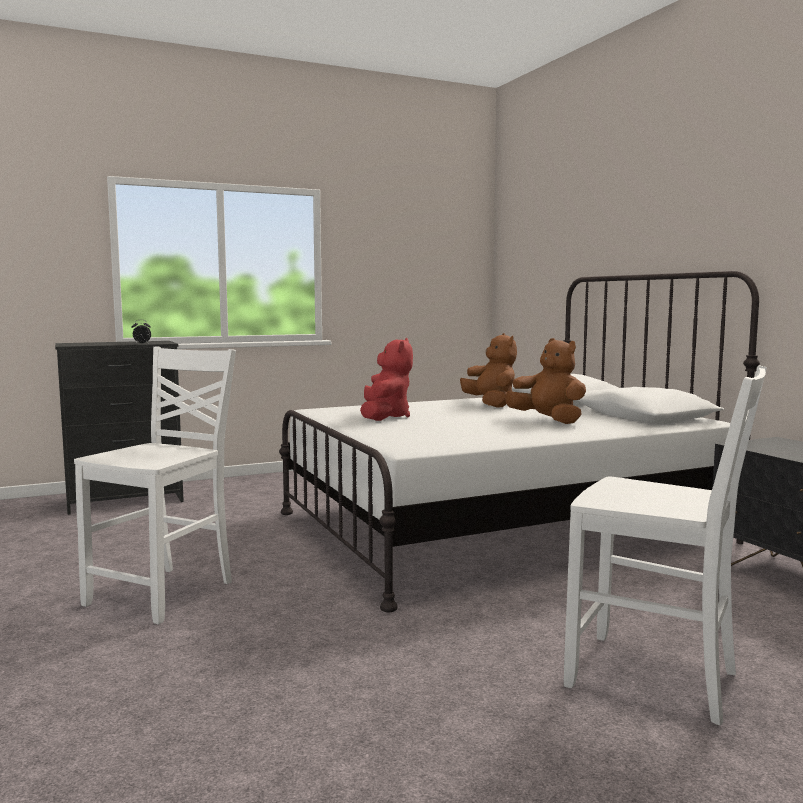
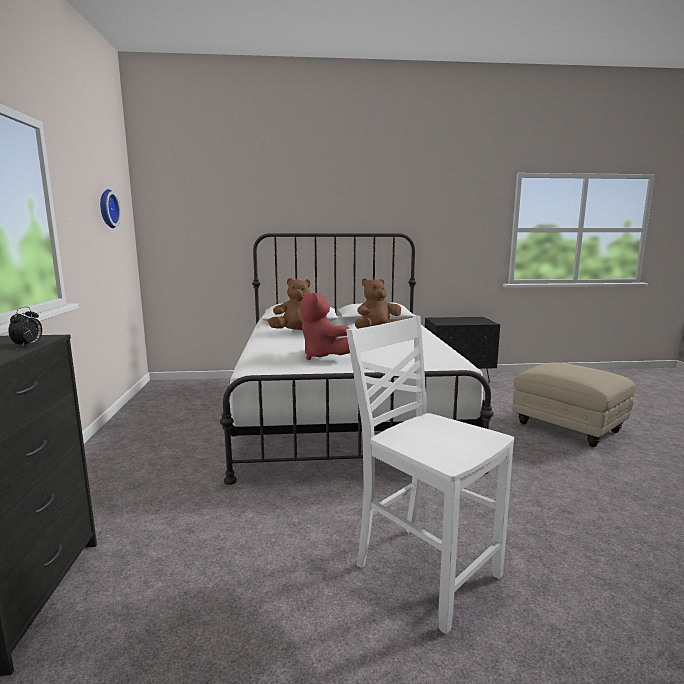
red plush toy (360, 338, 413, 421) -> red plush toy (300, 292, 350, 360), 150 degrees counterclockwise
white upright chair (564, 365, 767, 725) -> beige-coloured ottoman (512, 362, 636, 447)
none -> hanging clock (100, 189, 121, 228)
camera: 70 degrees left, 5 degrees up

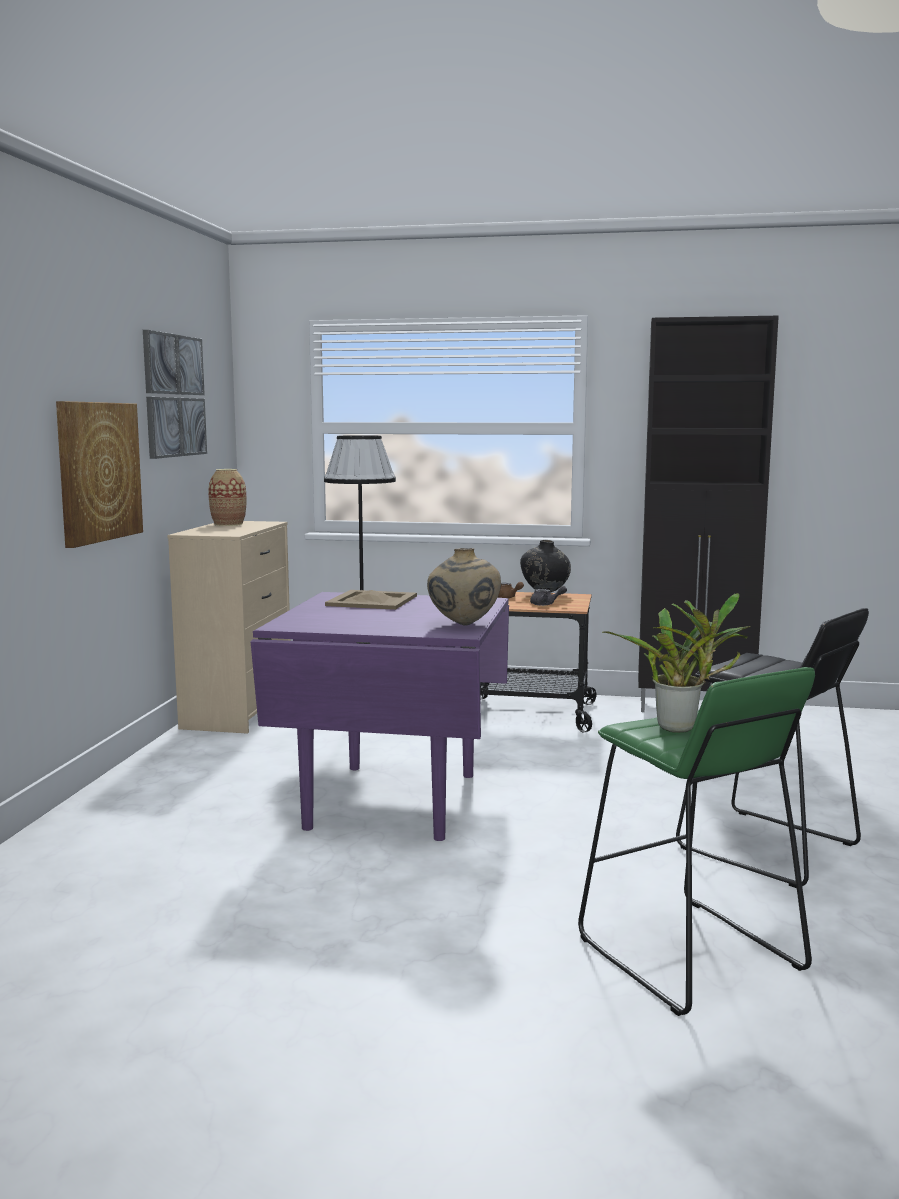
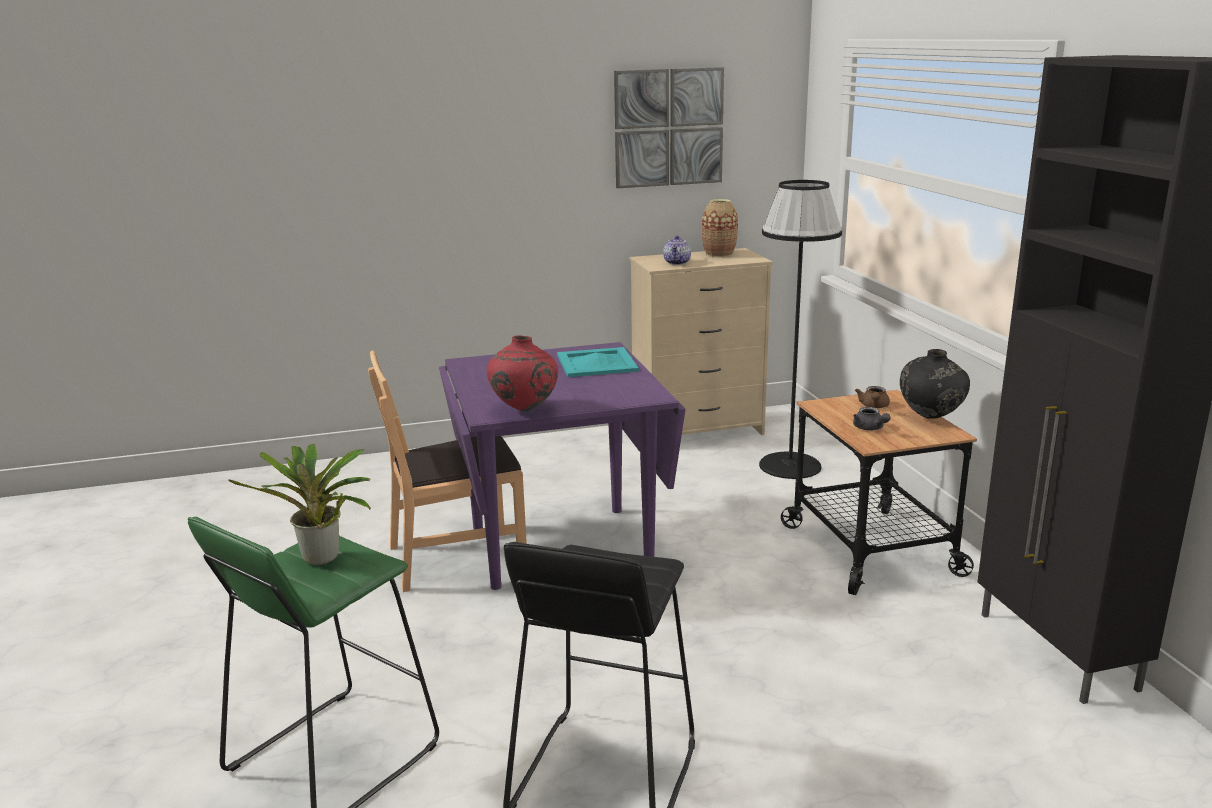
wall art (56, 401, 143, 548) -> none
beige-coloured flower vase (427, 548, 501, 626) -> red flower vase (487, 336, 558, 411)
beige-coloured carrying tray (325, 590, 417, 610) -> turquoise carrying tray (557, 347, 639, 377)
none -> teapot (663, 236, 691, 265)
none -> brown upright chair (368, 350, 527, 592)
camera: 65 degrees right, 10 degrees up

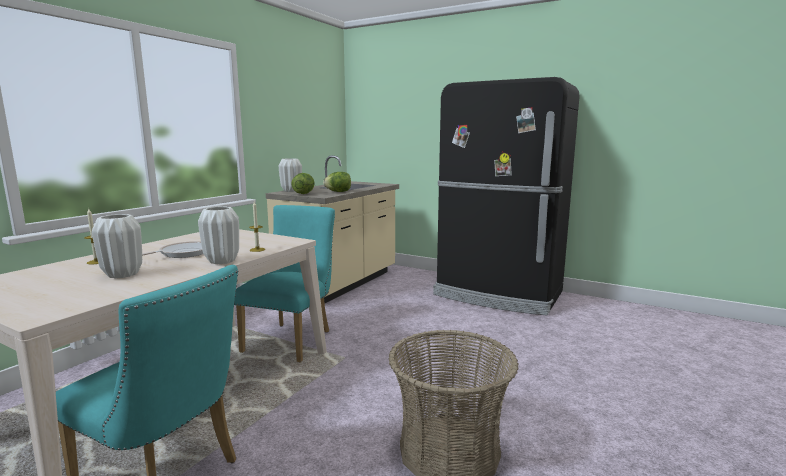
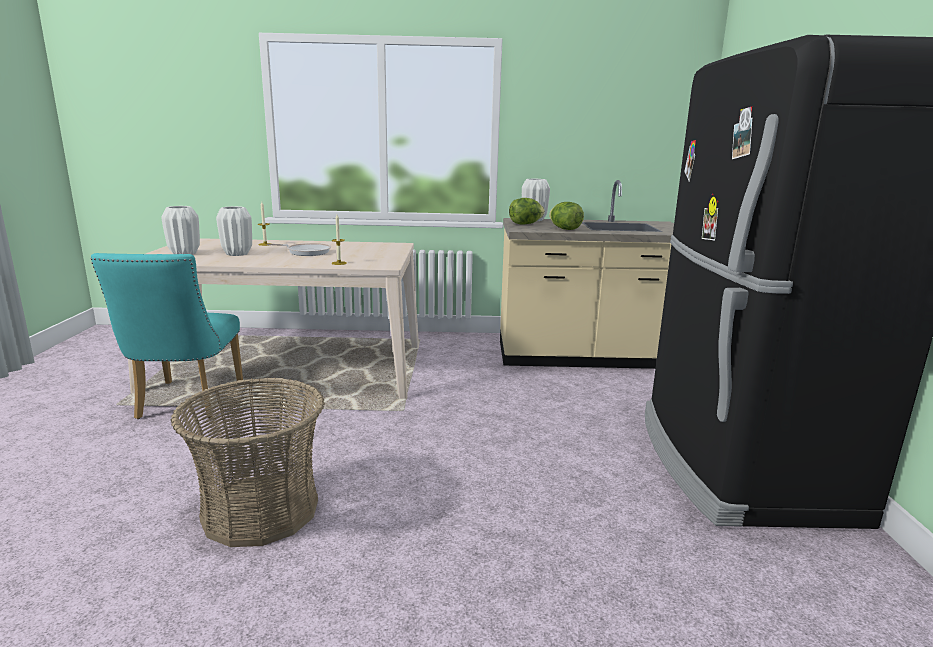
turquoise upright chair (234, 205, 335, 362) -> none
white flower vase (198, 206, 239, 264) -> white flower vase (161, 206, 200, 255), moved
camera: 60 degrees right, 5 degrees up

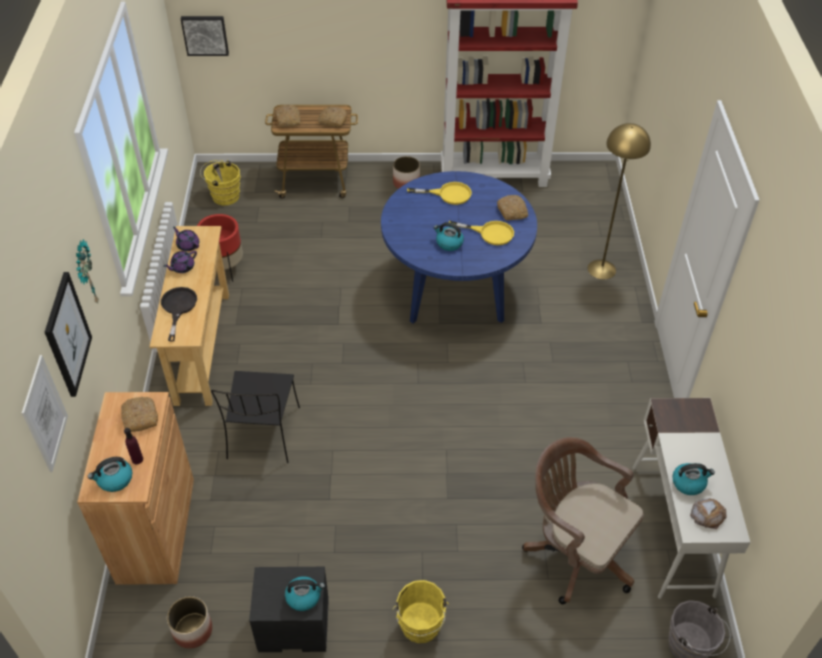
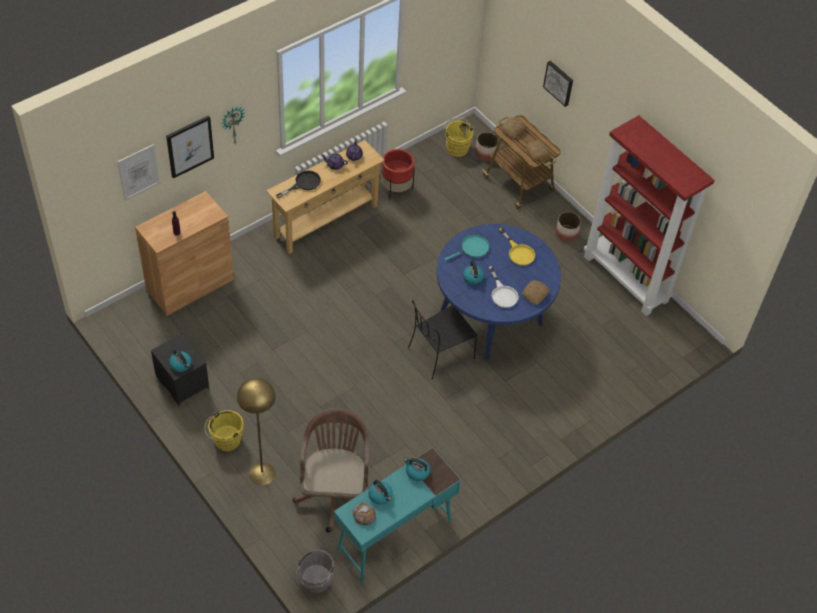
wall art (181, 16, 229, 56) -> wall art (543, 61, 573, 107), moved
yellow-coloured standing lamp (588, 123, 651, 279) -> yellow-coloured standing lamp (237, 378, 276, 485), moved
yellow-coloured skillet (449, 221, 514, 245) -> white skillet (488, 266, 519, 308)
black-coloured upright chair (211, 371, 300, 463) -> black-coloured upright chair (408, 300, 477, 379), moved
baked bread (121, 397, 158, 432) -> none
white desk table (632, 398, 750, 599) -> turquoise desk table (334, 448, 461, 582)
water kettle (88, 457, 132, 492) -> water kettle (404, 458, 430, 481), moved
flower pot (167, 596, 212, 649) -> flower pot (475, 132, 499, 161), moved
none -> turquoise skillet (444, 234, 490, 261)
camera: 50 degrees right, 5 degrees up

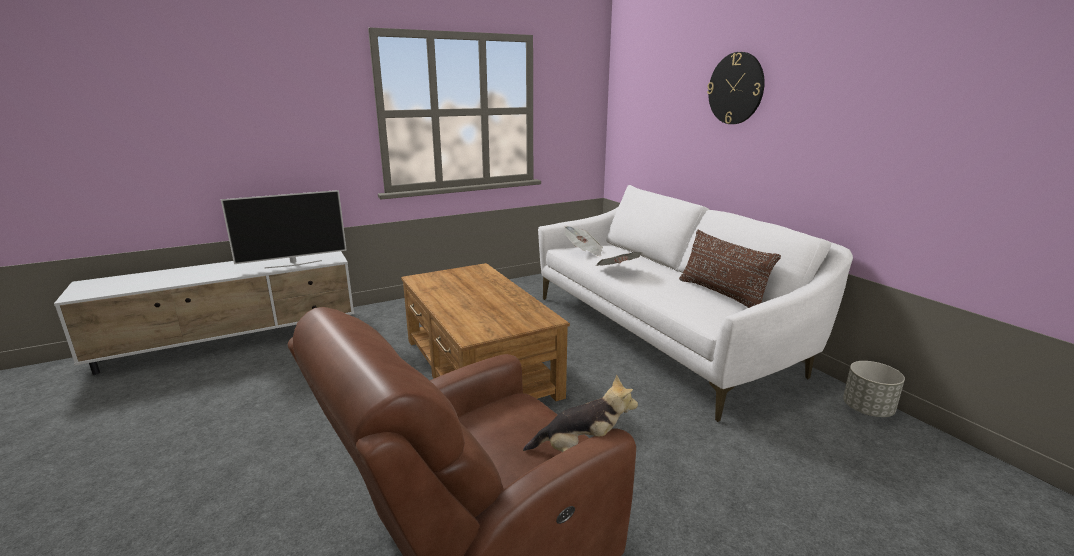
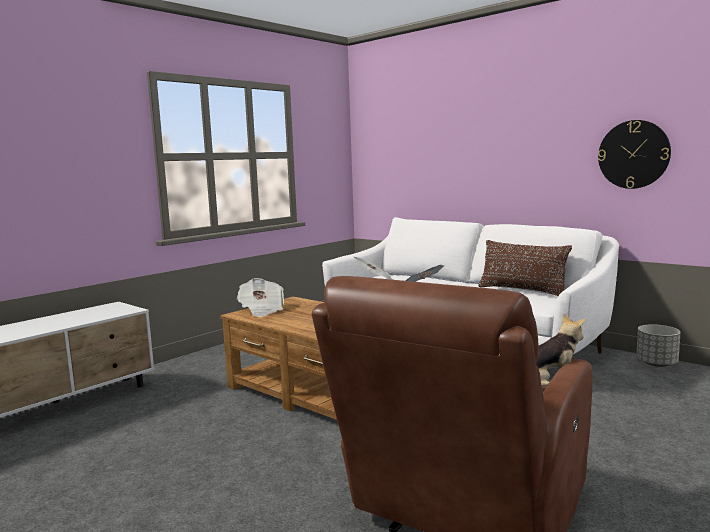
hanging clock (707, 52, 765, 124) -> hanging clock (598, 120, 671, 189), moved
television (221, 190, 347, 268) -> none
none -> daily paper (237, 278, 284, 317)
camera: 20 degrees left, 10 degrees down

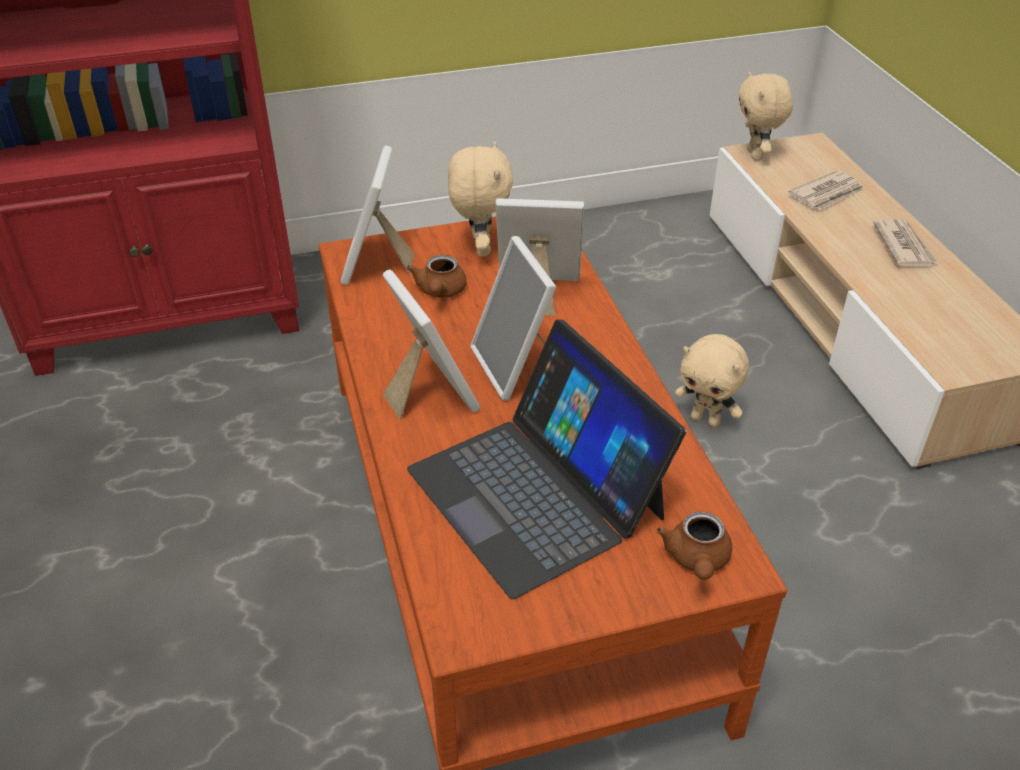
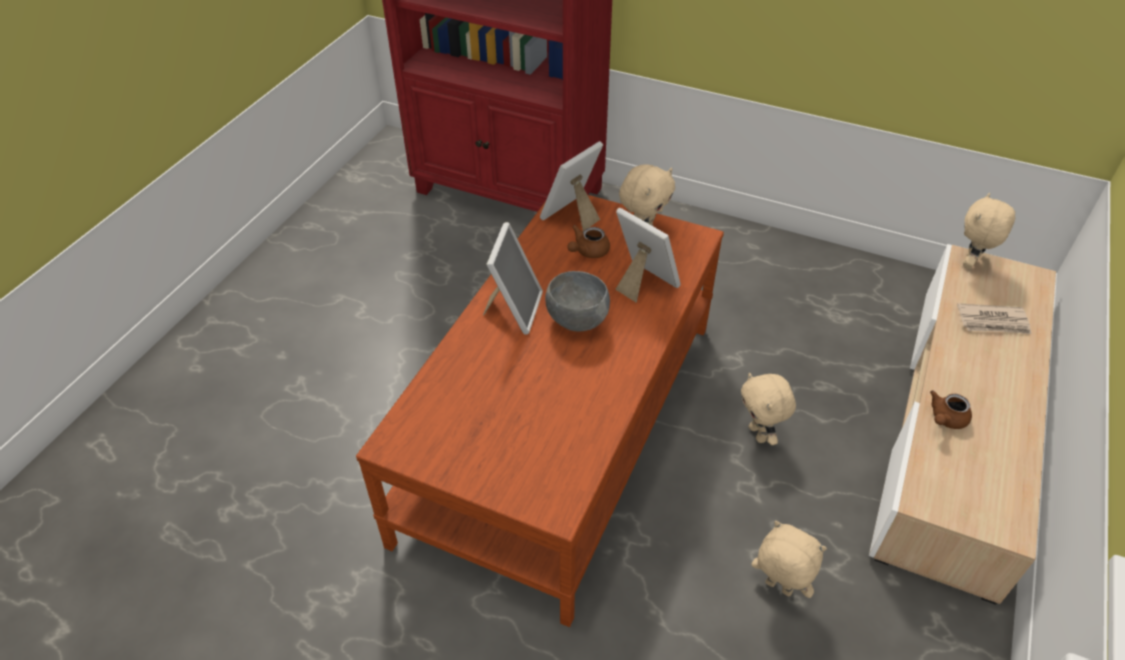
daily paper (873, 219, 938, 266) -> none
picture frame (470, 236, 556, 401) -> grey deep dish (545, 271, 610, 331)
laptop (407, 319, 686, 599) -> none
brown teapot (657, 511, 732, 580) -> brown teapot (930, 391, 972, 429), moved
none -> beige-coloured plush toy (751, 521, 827, 598)
camera: 40 degrees right, 5 degrees up

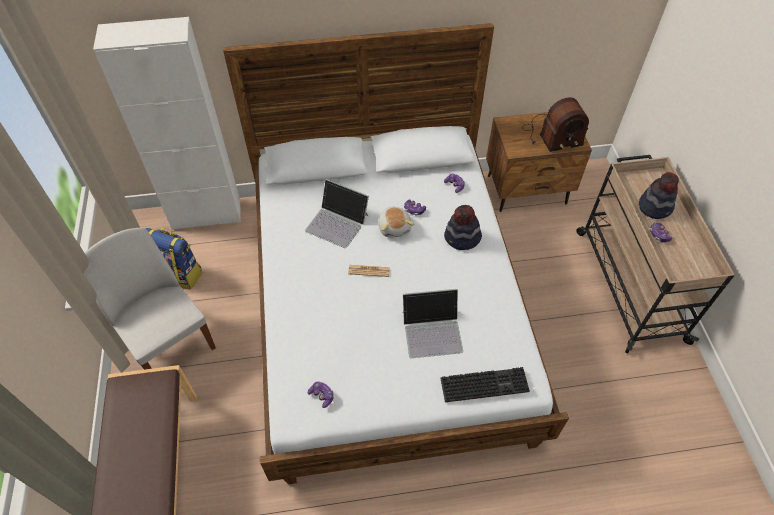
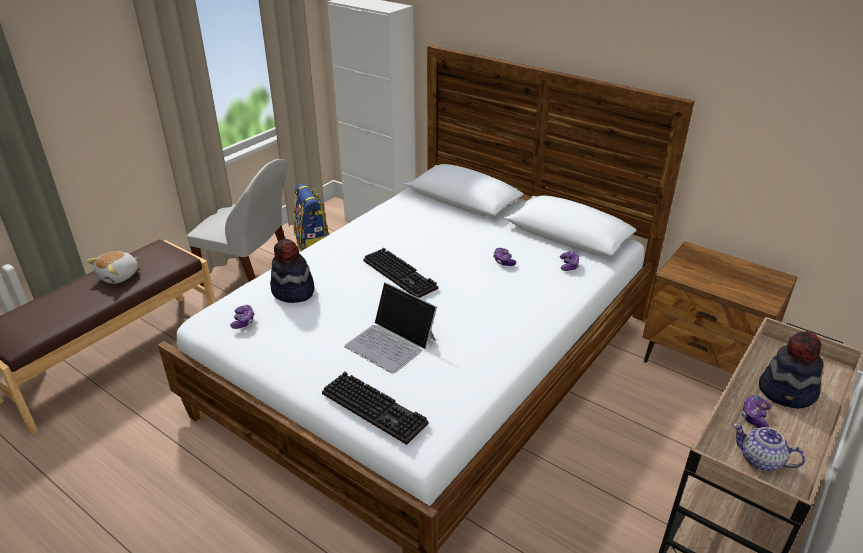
radio set (522, 98, 589, 152) -> none
laptop (305, 179, 369, 248) -> none
wearable hat (444, 205, 482, 250) -> wearable hat (270, 239, 315, 303), moved
plush toy (378, 207, 414, 238) -> plush toy (86, 251, 138, 284), moved
white upright chair (84, 228, 216, 370) -> white upright chair (187, 159, 287, 287), 105 degrees clockwise
daily paper (348, 265, 390, 277) -> keyboard (363, 248, 438, 298)
none -> teapot (732, 423, 805, 471)
camera: 45 degrees right, 20 degrees down

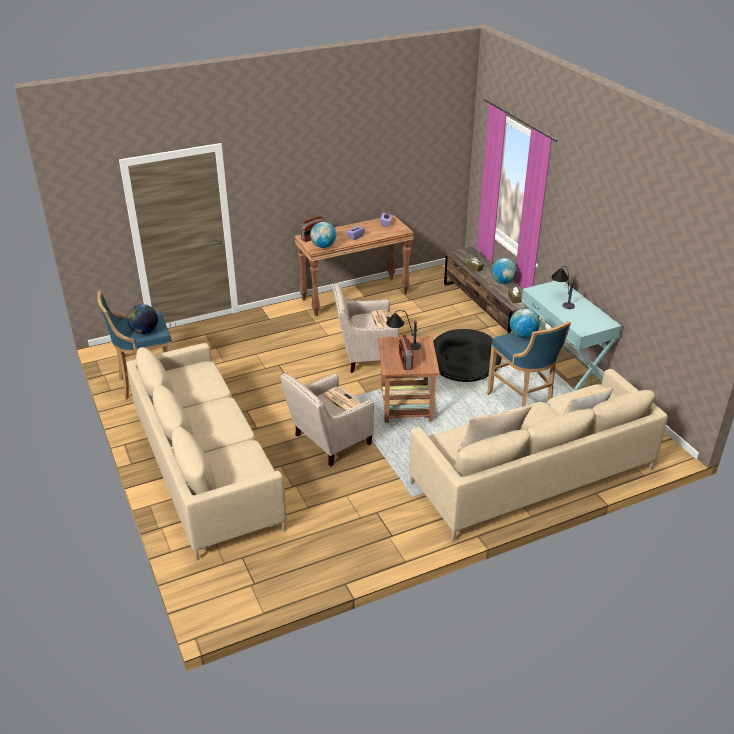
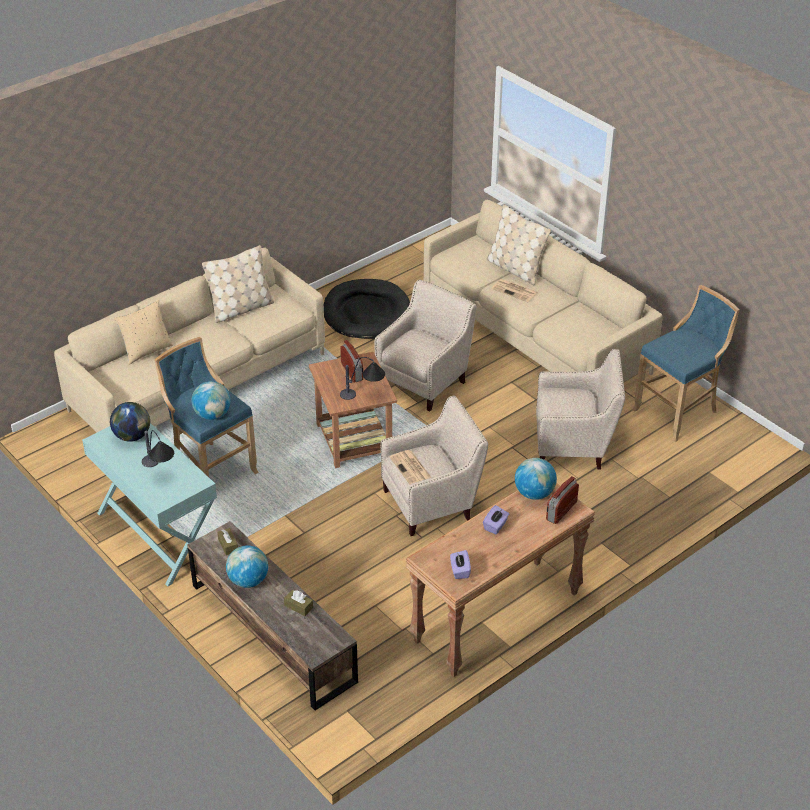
desk globe (127, 304, 158, 334) -> desk globe (110, 402, 150, 442), moved
black-coloured dog bed (433, 329, 502, 382) -> black-coloured dog bed (324, 279, 410, 339), moved
daily paper (323, 387, 361, 411) -> daily paper (491, 279, 538, 302), moved
none -> beige-coloured cushion (487, 205, 551, 285)
none -> beige-coloured armchair (536, 349, 625, 469)
camera: 165 degrees right, 5 degrees up

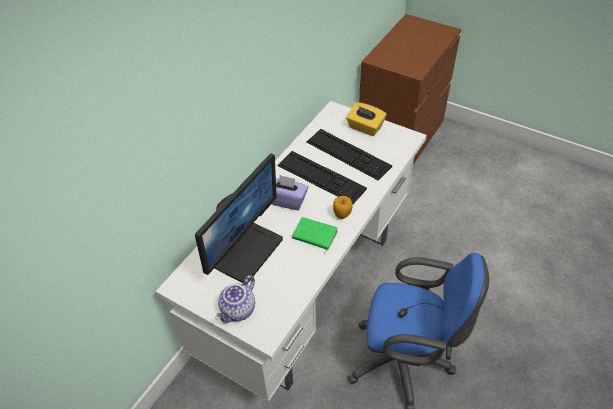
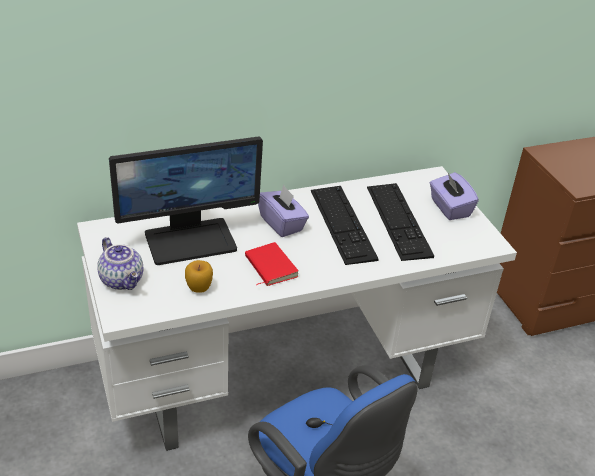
yellow-coloured box of tissues (346, 102, 386, 136) -> purple box of tissues (430, 172, 479, 220)
apple fruit (333, 196, 353, 219) -> apple fruit (185, 260, 213, 293), moved
green-coloured volume (292, 217, 338, 255) -> red volume (245, 242, 299, 286)
teapot (216, 275, 255, 323) -> teapot (97, 237, 143, 290), 105 degrees counterclockwise
camera: 35 degrees right, 10 degrees down

